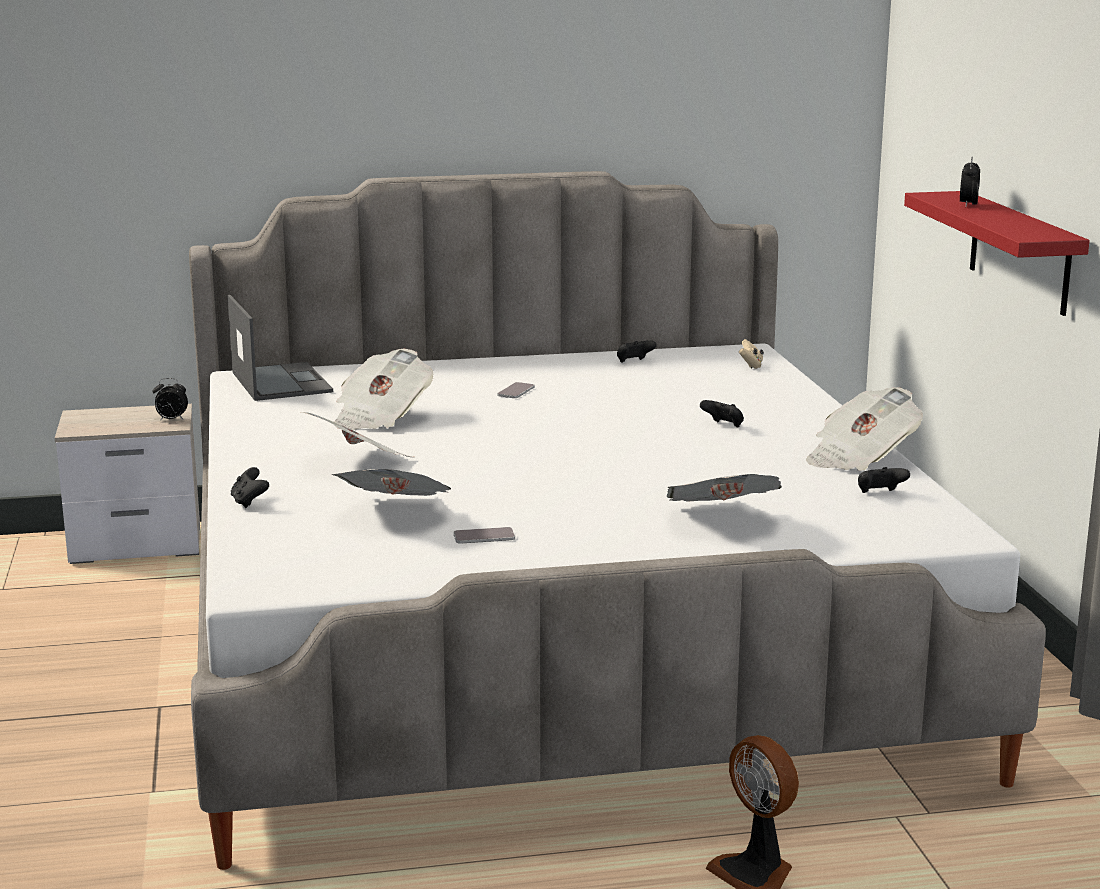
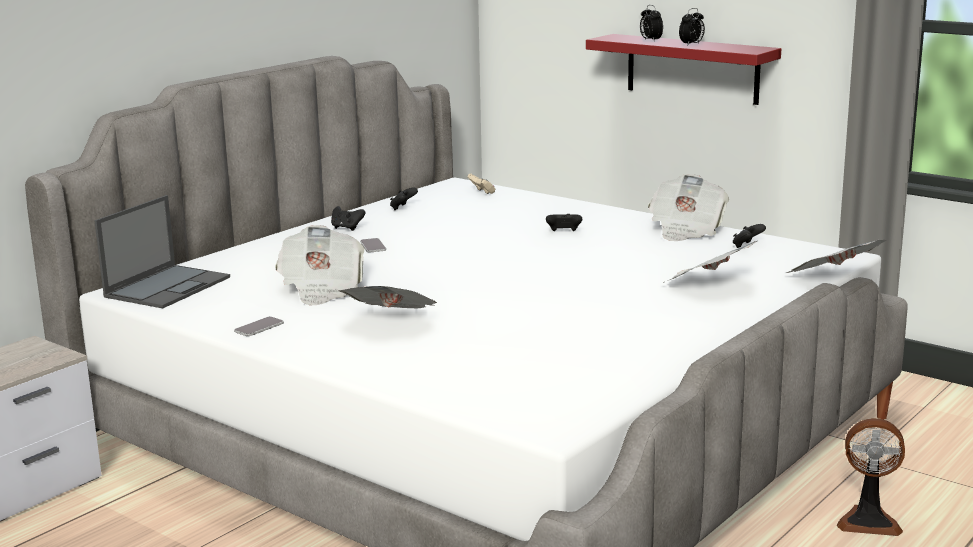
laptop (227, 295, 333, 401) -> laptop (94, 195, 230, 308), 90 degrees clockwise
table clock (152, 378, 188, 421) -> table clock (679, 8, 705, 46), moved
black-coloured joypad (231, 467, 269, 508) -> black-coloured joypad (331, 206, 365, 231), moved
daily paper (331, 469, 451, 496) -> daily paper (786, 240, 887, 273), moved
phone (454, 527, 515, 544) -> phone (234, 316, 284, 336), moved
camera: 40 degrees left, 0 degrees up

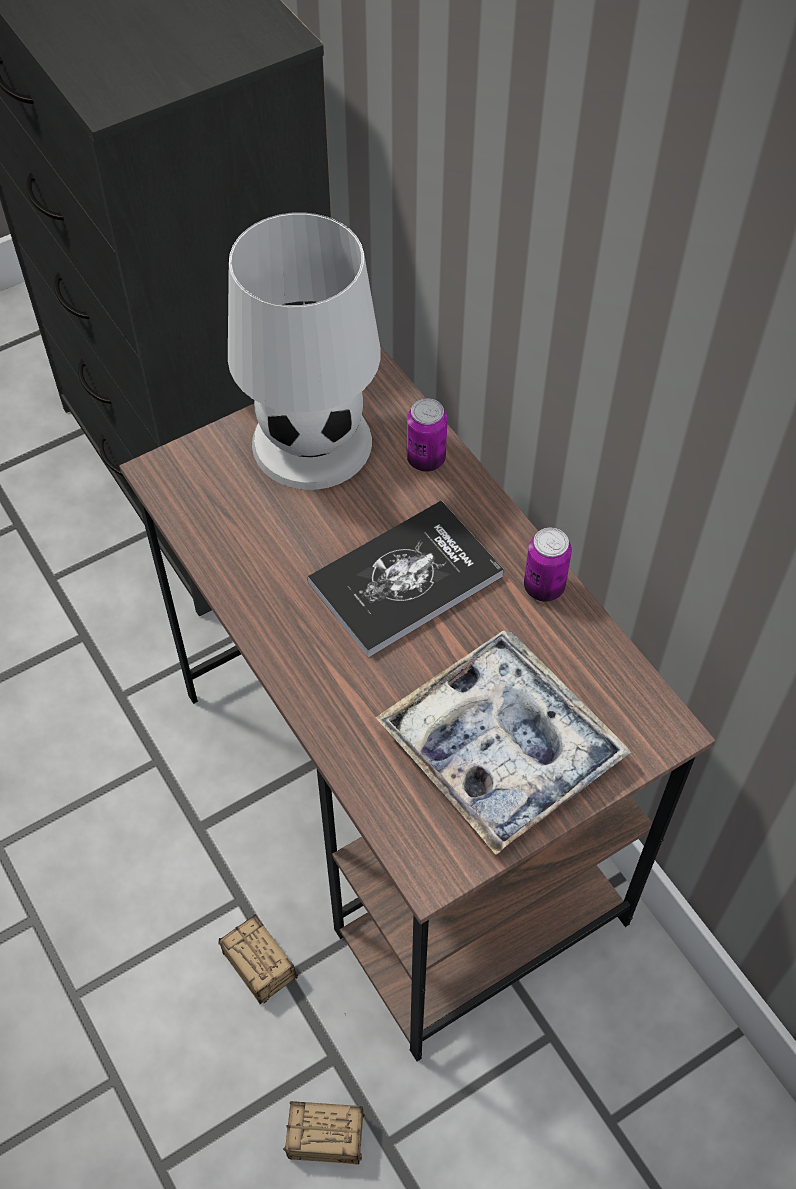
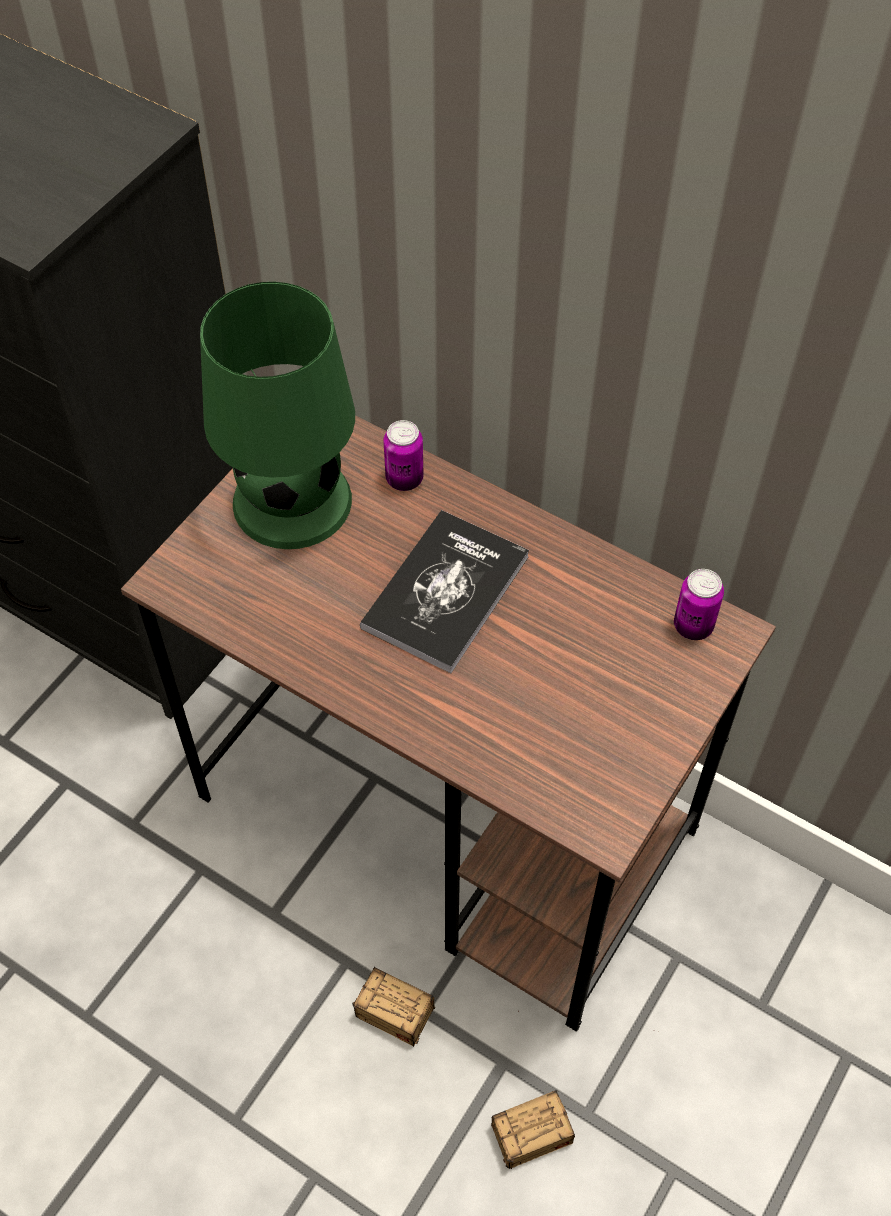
white tabletop lamp (228, 212, 381, 490) -> green-coloured tabletop lamp (200, 282, 355, 549)
sealed can (524, 528, 572, 602) -> sealed can (674, 569, 724, 640), moved
carrying tray (375, 630, 631, 855) -> none
camera: 25 degrees left, 0 degrees up

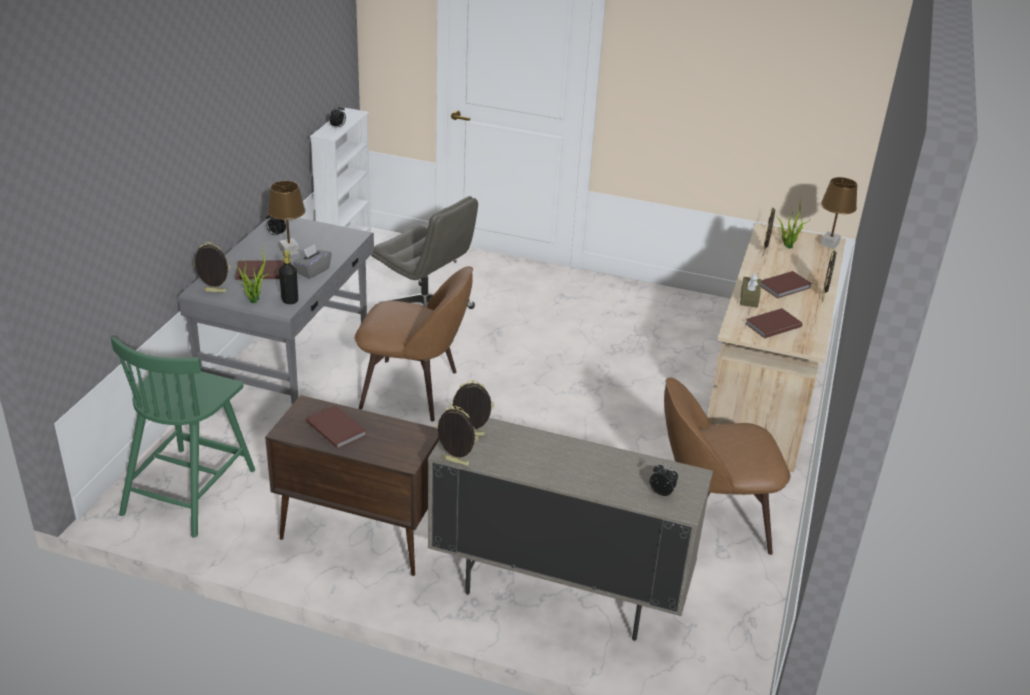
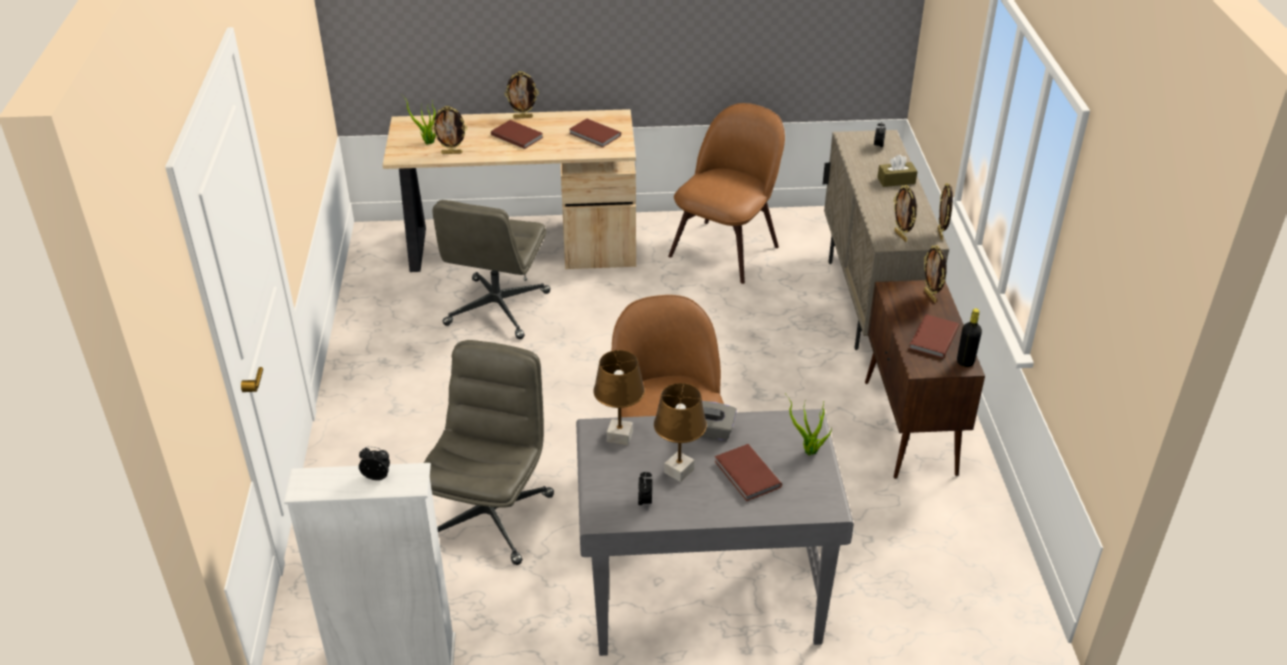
brown tabletop lamp (821, 177, 857, 249) -> brown tabletop lamp (593, 350, 645, 445), moved
picture frame (194, 242, 231, 293) -> picture frame (924, 245, 946, 303), moved
black-coloured beverage bottle (279, 250, 298, 304) -> black-coloured beverage bottle (957, 308, 982, 367), moved
brown box of tissues (740, 273, 761, 308) -> brown box of tissues (877, 155, 917, 187), moved
green-coloured upright chair (111, 336, 255, 538) -> none
brown upright chair (664, 378, 790, 555) -> brown upright chair (668, 103, 785, 284), 120 degrees counterclockwise
none -> grey computer chair (432, 200, 551, 339)
camera: 110 degrees left, 5 degrees up

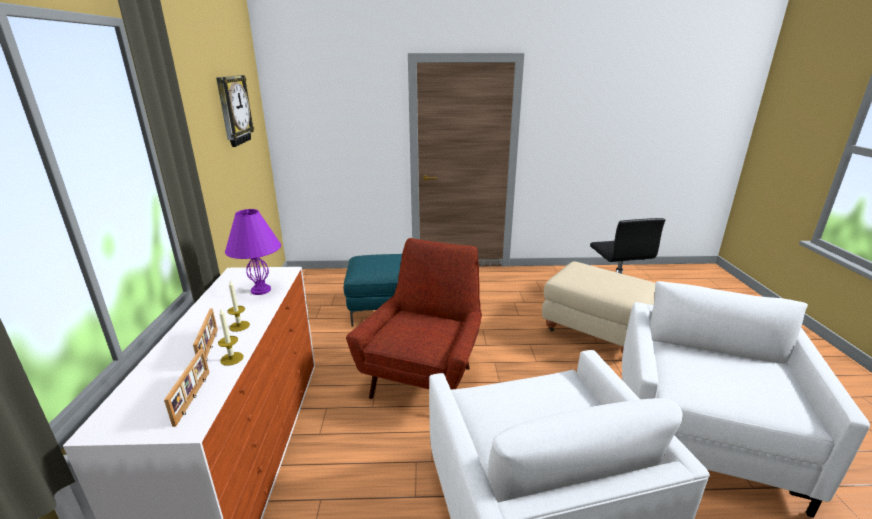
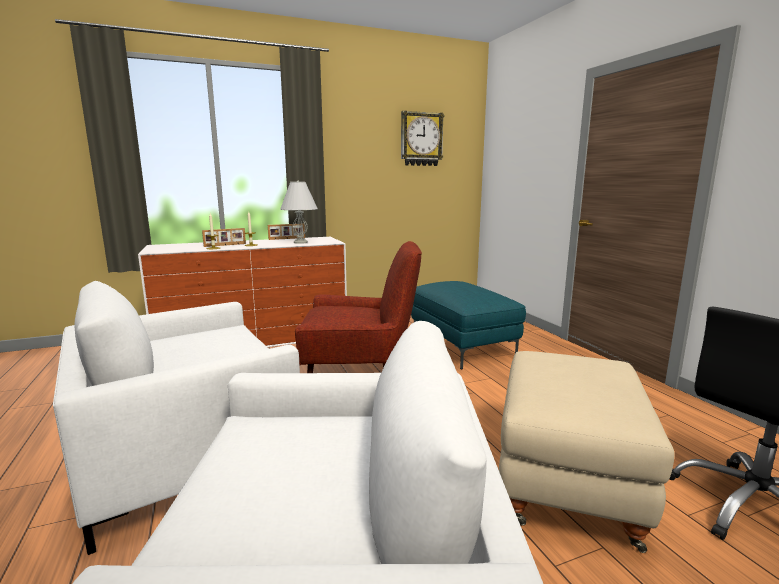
purple tabletop lamp (225, 209, 281, 295) -> white tabletop lamp (280, 180, 318, 244)
picture frame (164, 349, 209, 427) -> picture frame (268, 224, 305, 240), moved
camera: 70 degrees right, 10 degrees down

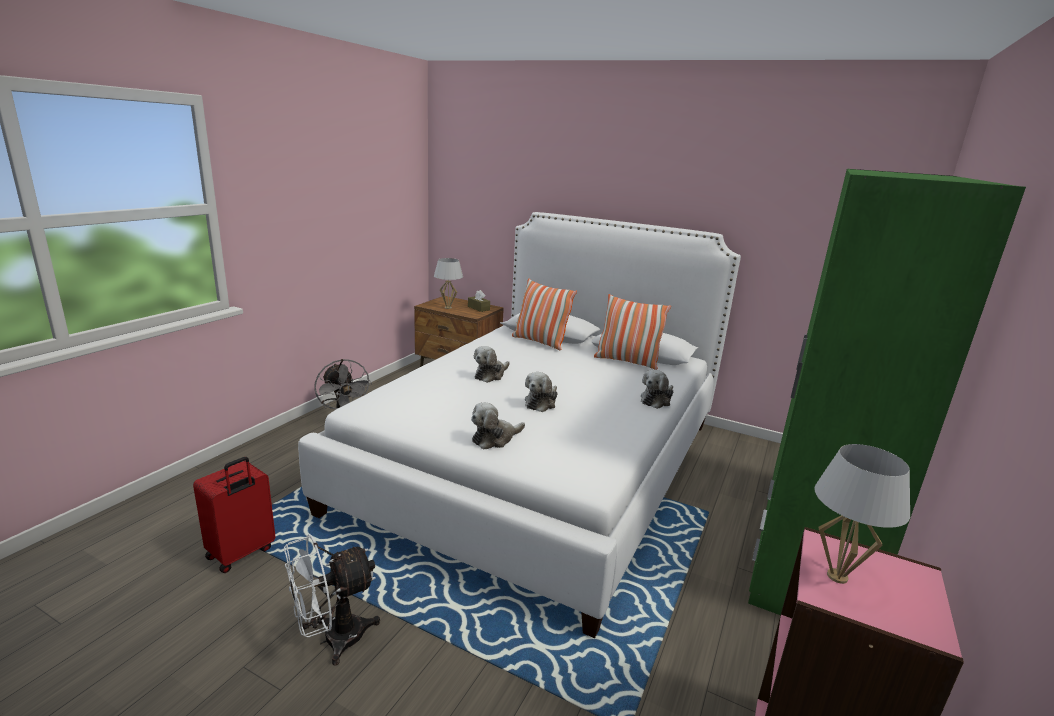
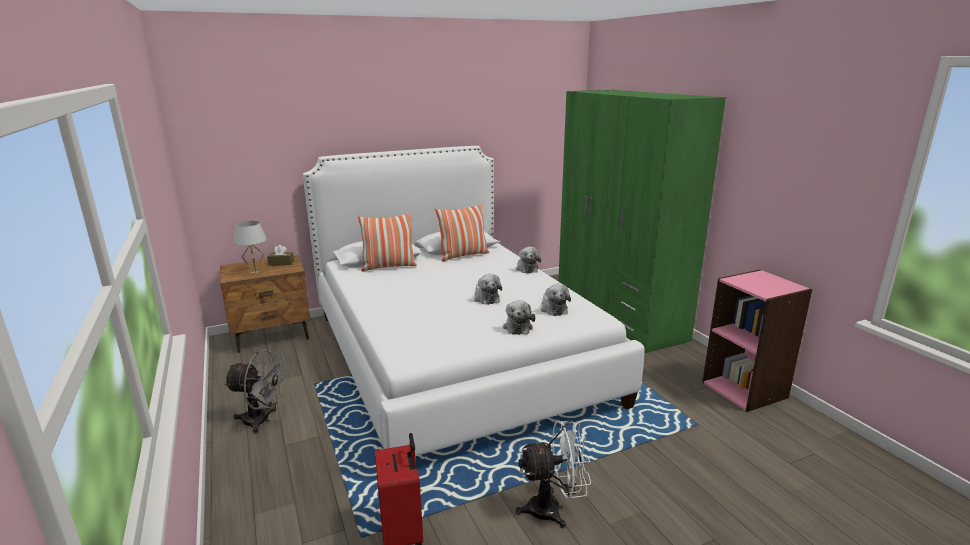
plush toy (474, 346, 510, 383) -> plush toy (541, 284, 571, 316), moved
white tabletop lamp (815, 444, 910, 584) -> none
white electric fan (284, 534, 380, 666) -> white electric fan (515, 420, 591, 528), 105 degrees counterclockwise
camera: 50 degrees left, 0 degrees up

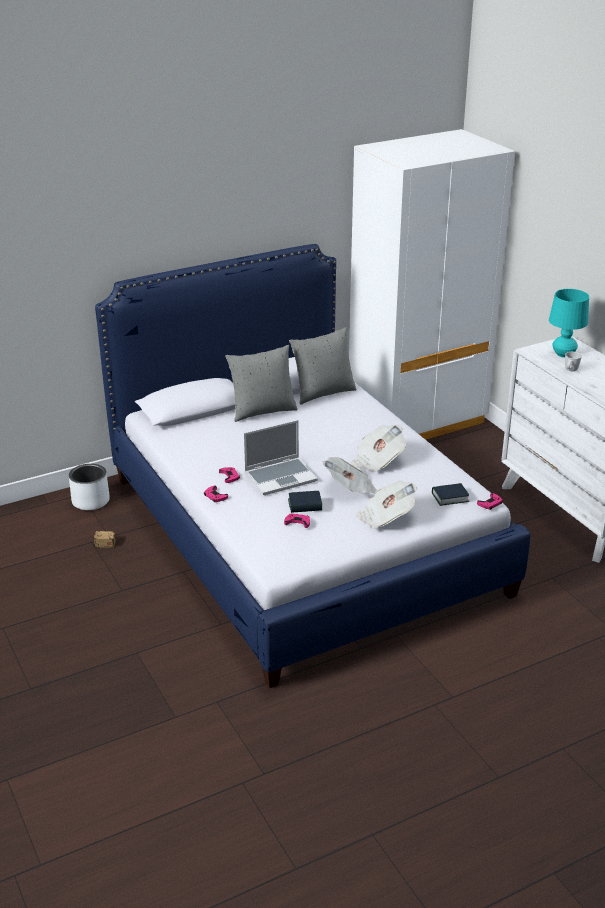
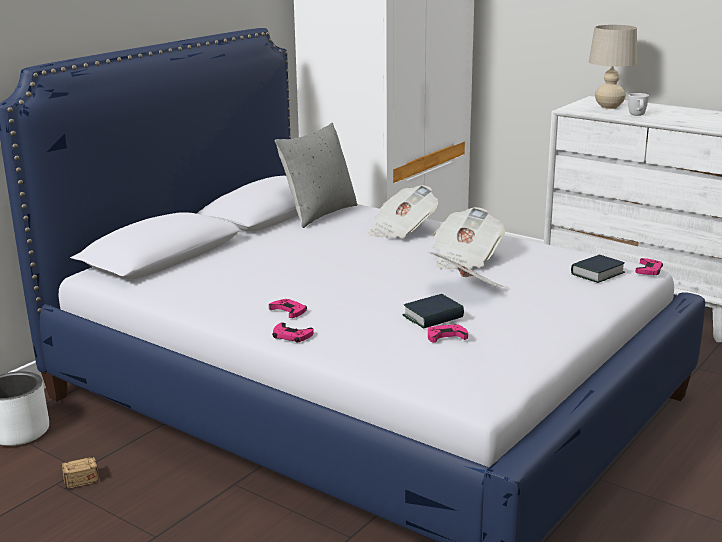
turquoise tabletop lamp (549, 289, 589, 358) -> beige-coloured tabletop lamp (589, 25, 637, 109)
grey cushion (225, 345, 298, 422) -> none
laptop (244, 420, 318, 495) -> none
daily paper (356, 480, 417, 529) -> daily paper (369, 185, 439, 238), moved
camera: 25 degrees left, 10 degrees down

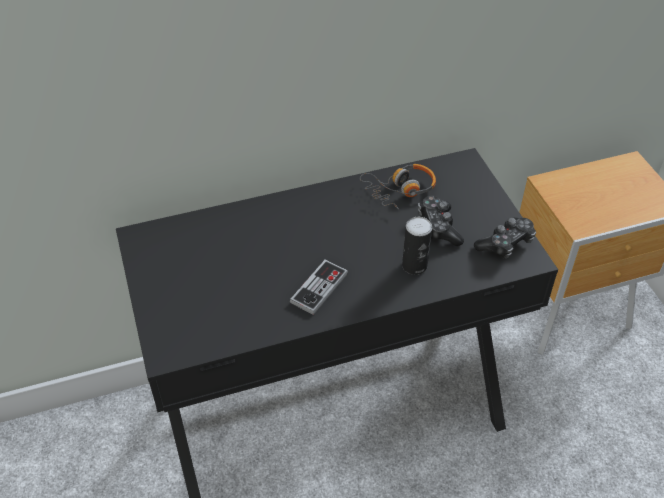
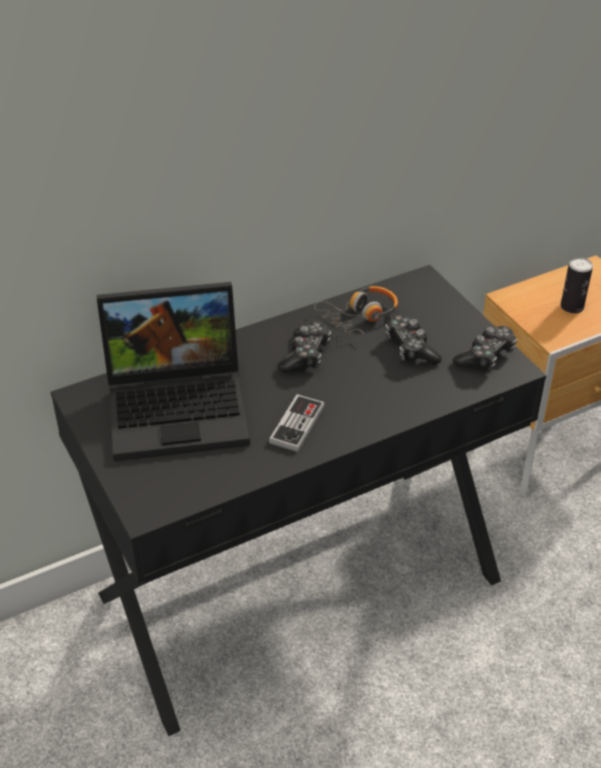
sealed can (402, 217, 432, 275) -> sealed can (561, 257, 593, 313), moved
none -> laptop (97, 282, 250, 461)
none -> joypad (278, 322, 331, 373)
camera: 10 degrees left, 5 degrees down

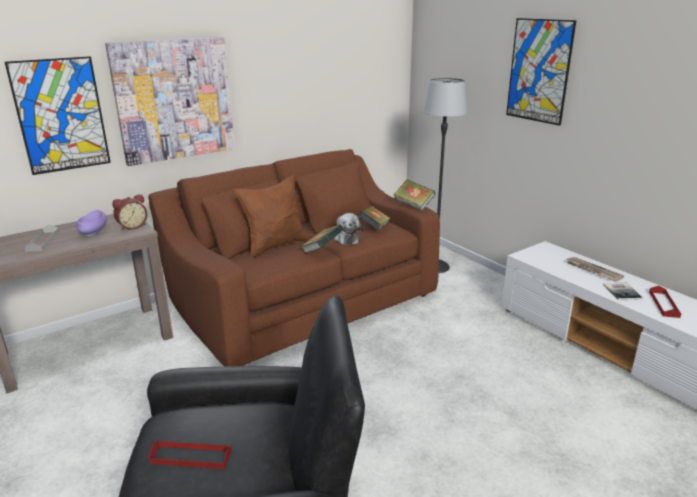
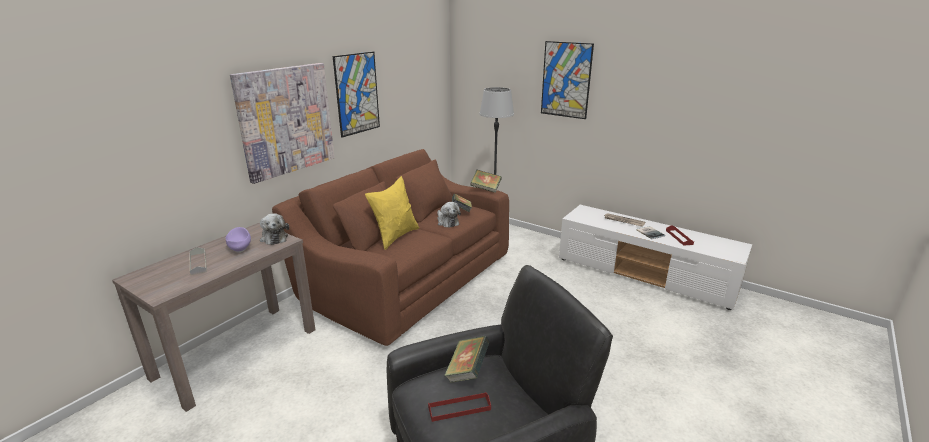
wall art (5, 56, 111, 175) -> wall art (333, 52, 380, 137), moved
brown cushion (234, 175, 309, 259) -> yellow-coloured cushion (365, 176, 419, 250)
table clock (112, 194, 148, 230) -> plush toy (260, 213, 289, 245)
volume (300, 224, 344, 253) -> volume (444, 336, 490, 383), moved
camera: 20 degrees left, 0 degrees up

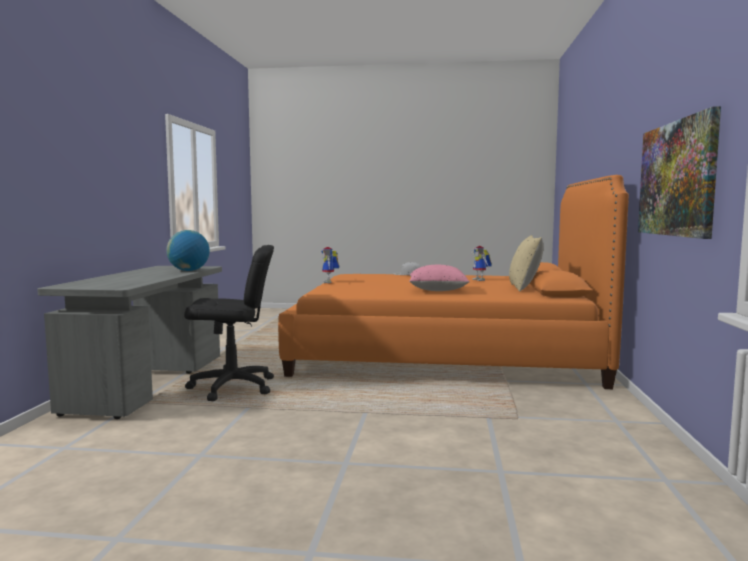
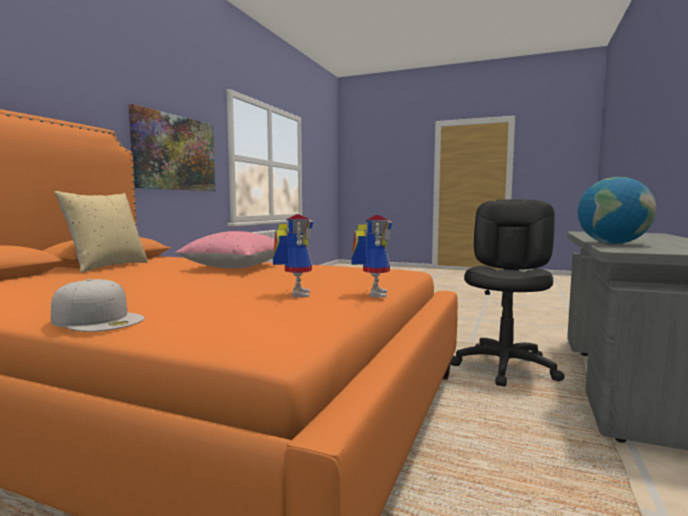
black-coloured computer chair (184, 245, 274, 401) -> black-coloured computer chair (451, 199, 565, 386), 105 degrees clockwise
model robot (471, 246, 492, 281) -> model robot (273, 214, 313, 297), moved
camera: 165 degrees left, 0 degrees up

